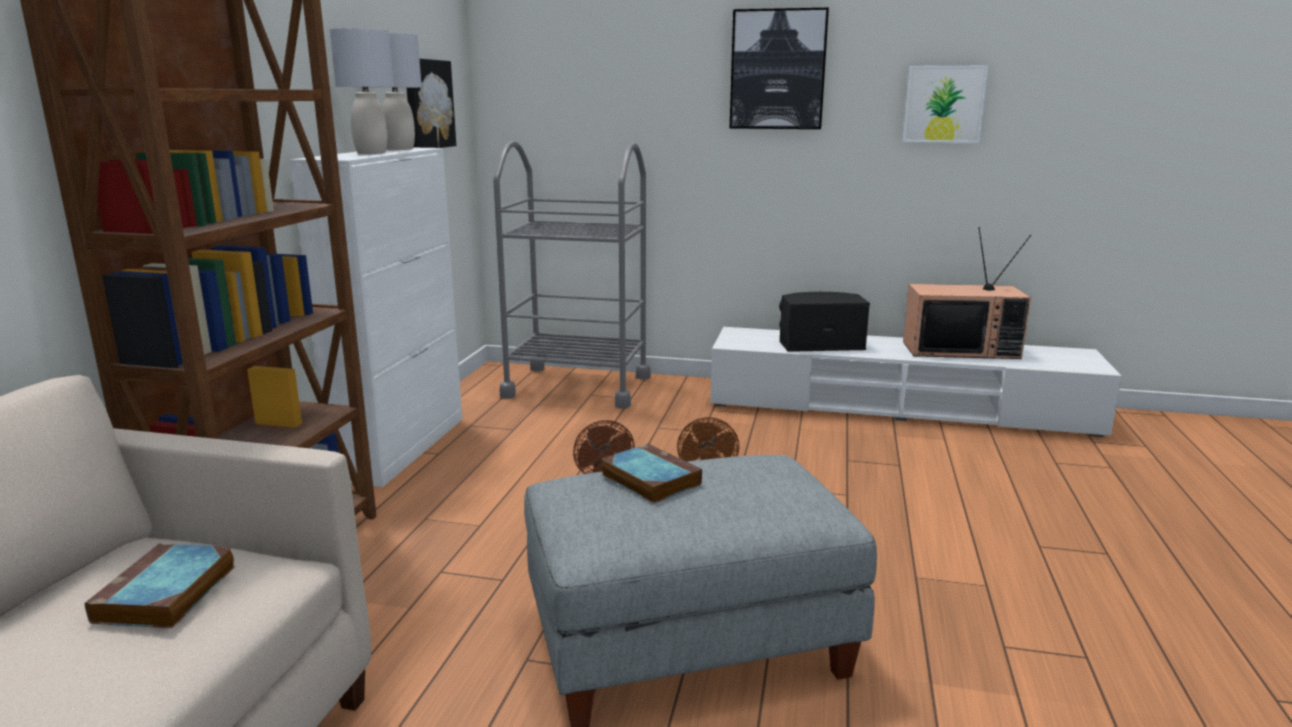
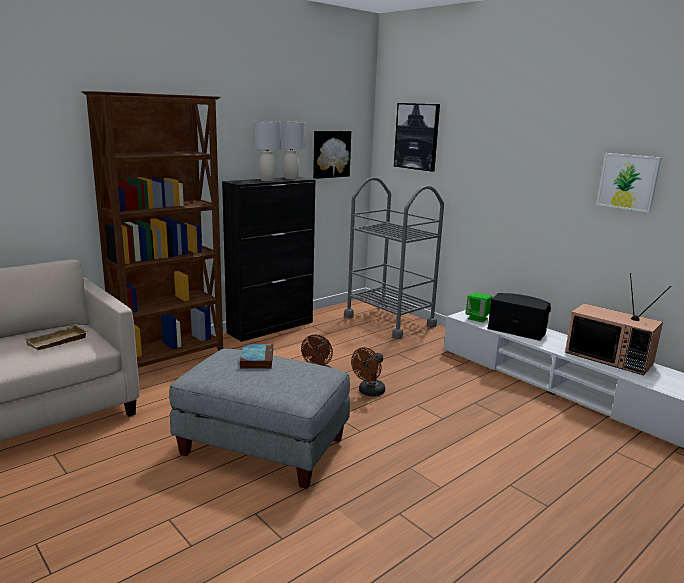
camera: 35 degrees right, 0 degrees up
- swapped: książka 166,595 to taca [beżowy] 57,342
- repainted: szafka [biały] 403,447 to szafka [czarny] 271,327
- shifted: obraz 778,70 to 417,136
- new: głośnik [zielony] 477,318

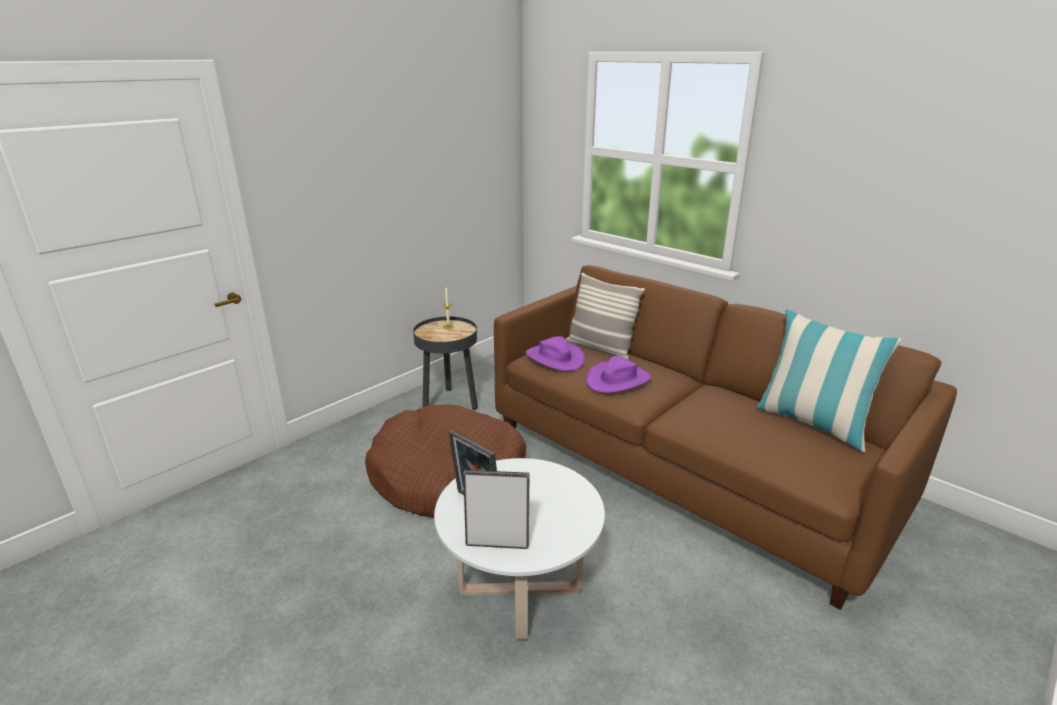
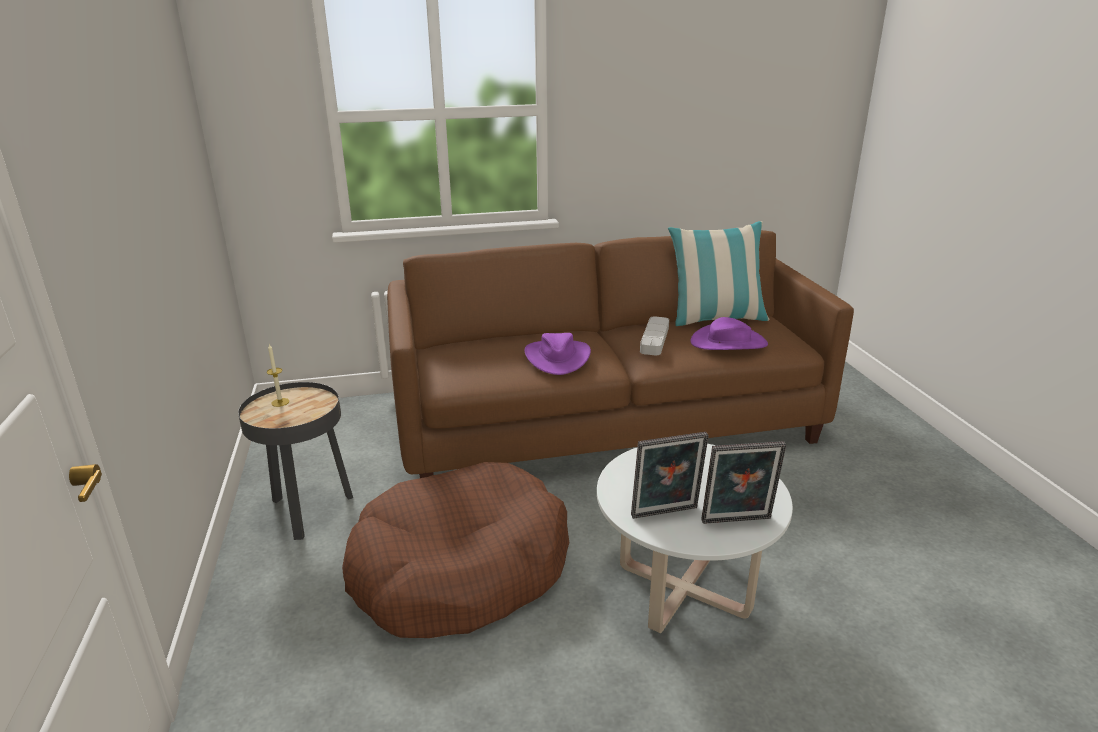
camera: 55 degrees left, 0 degrees up
- new: taca [szary] 654,339
- shifted: kapelusz [fioletowy] 554,358 to 728,343
- rotated: ramka na zdjęcie 497,542 = 737,522 135 degrees counterclockwise
- gone: poduszka 600,348

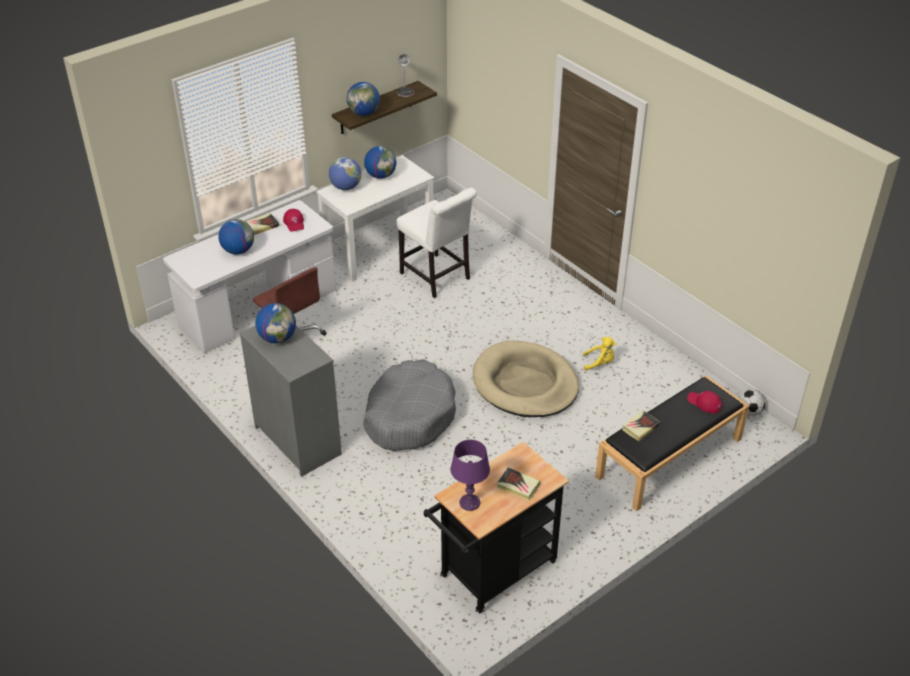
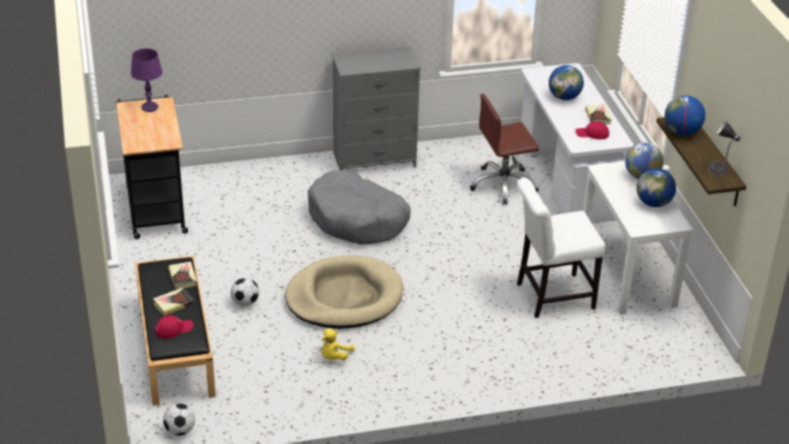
camera: 115 degrees right, 5 degrees down
- shifted: książka 518,486 to 173,304
- new: piłka futbolowa 245,303
- gone: globus 277,338

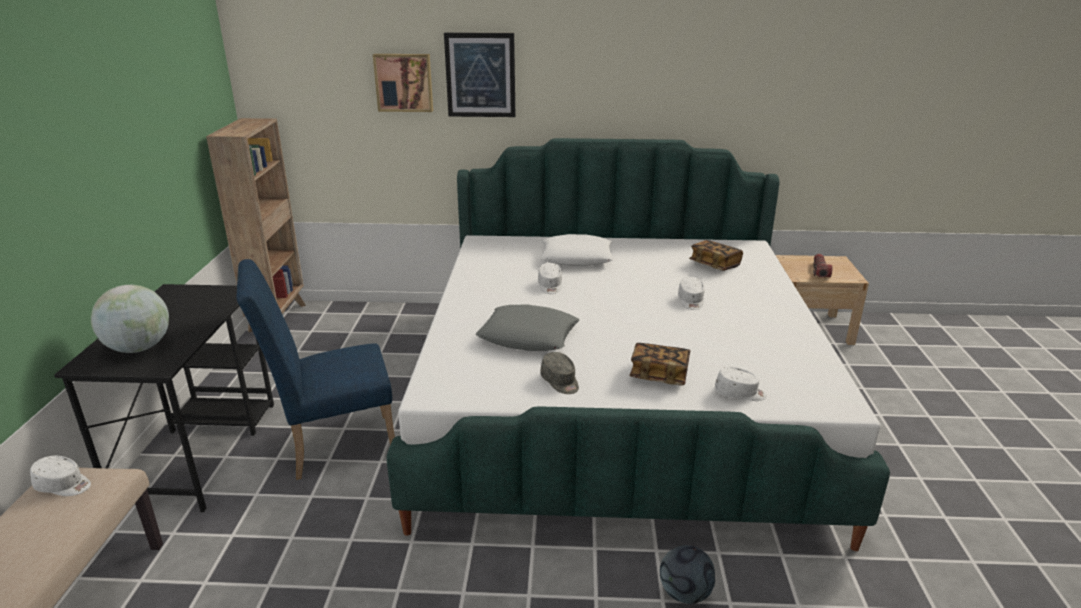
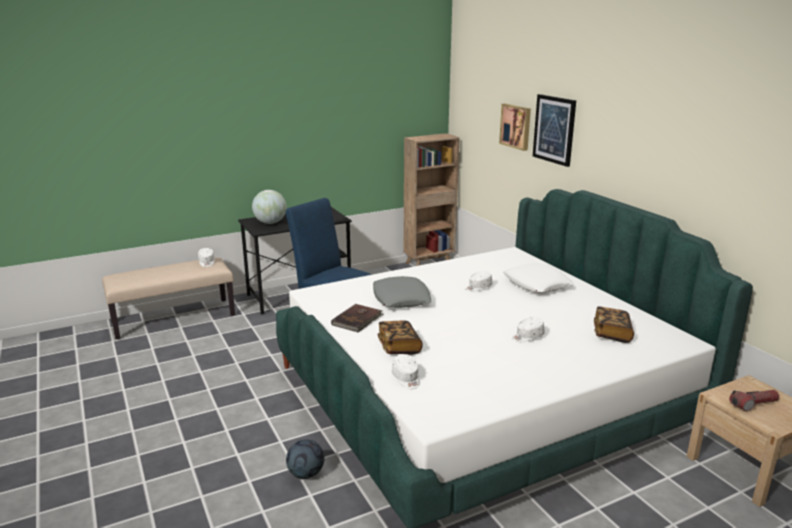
camera: 60 degrees right, 5 degrees down
- swapped: czapka z daszkiem [szary] 560,382 to książka [brązowy] 358,320

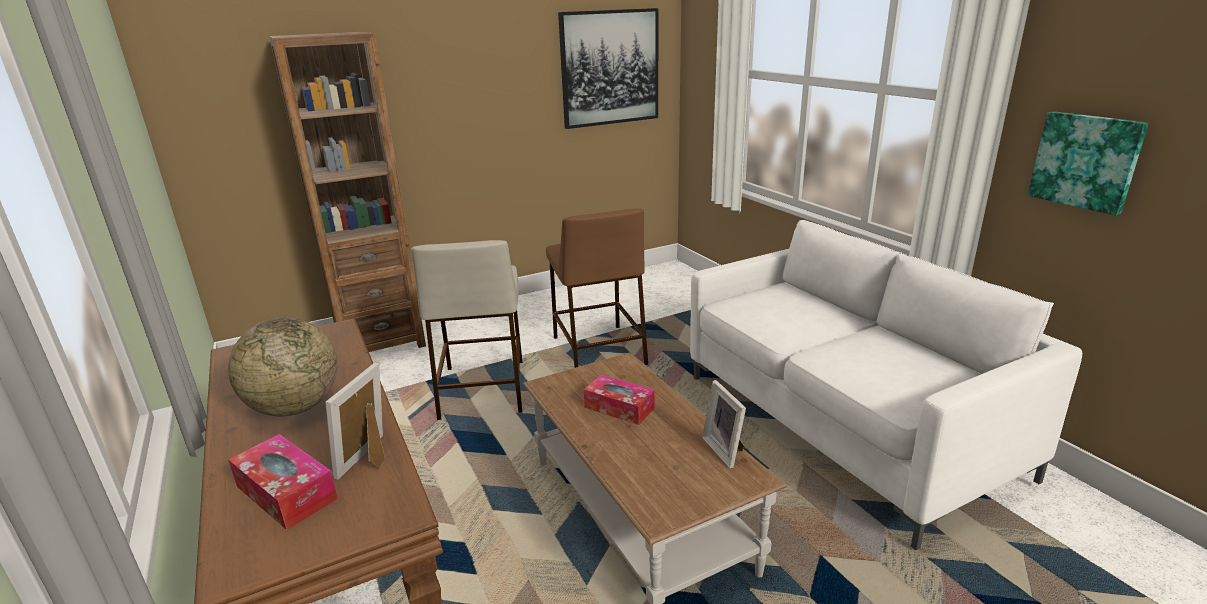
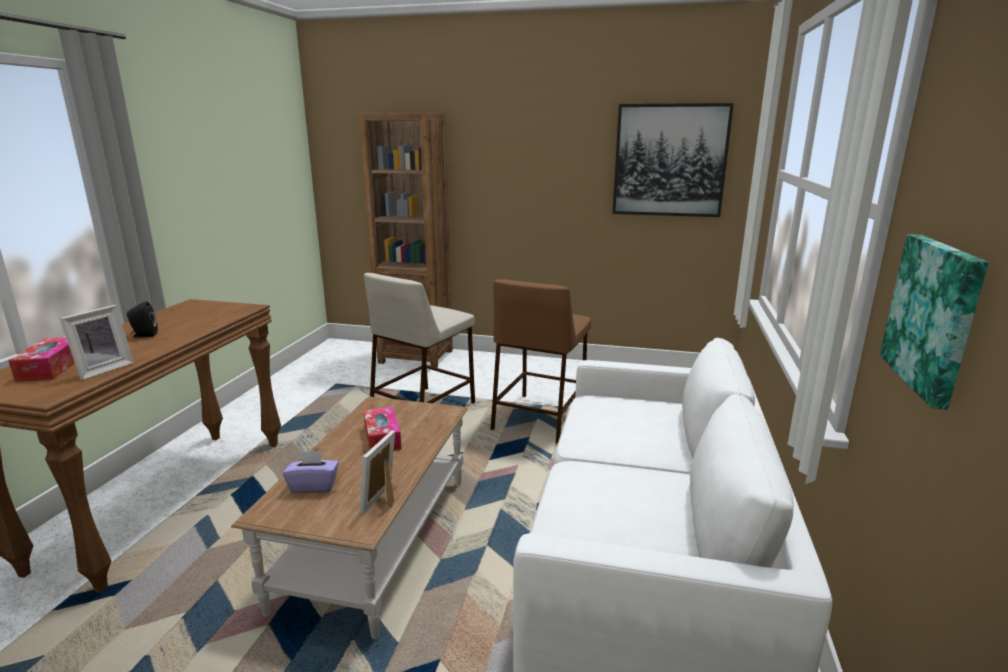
camera: 40 degrees right, 5 degrees down
- rotated: ramka na zdjęcie 371,458 = 102,369 150 degrees clockwise
- swapped: globus 295,407 to głośnik [czarny] 144,335
- new: pudełko chusteczek [fioletowy] 314,486

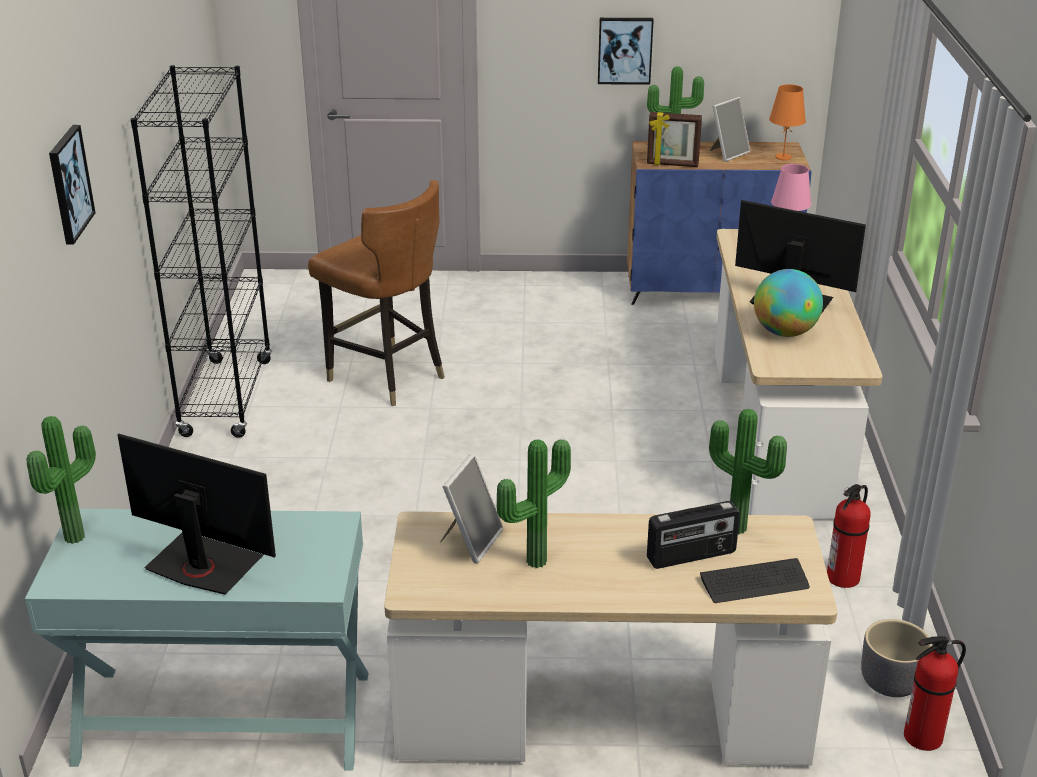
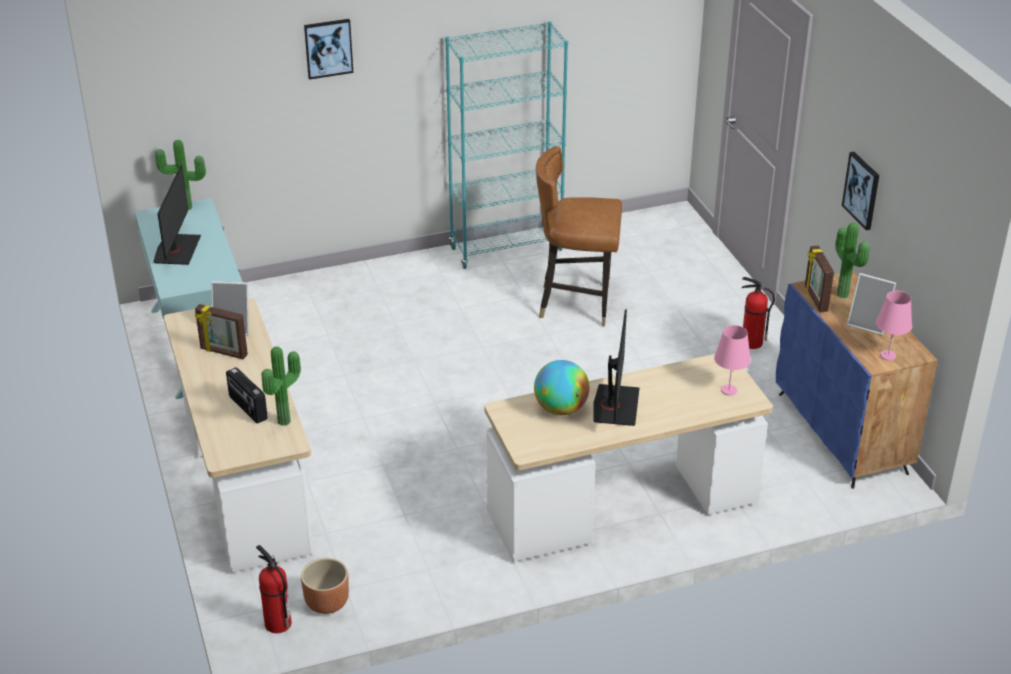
camera: 70 degrees right, 5 degrees up
- swapped: roślina doniczkowa 533,560 to ramka na zdjęcie 223,352
- repainted: donica [szary] 891,683 to donica [brązowy] 327,603
- repainted: regał [czarny] 227,398 to regał [turkusowy] 506,249
- rotated: krzesło [brązowy] 386,376 = 577,304 75 degrees clockwise
- shifted: gaśnica 843,578 to 751,342
- repainted: lampa stołowa [pomarańczowy] 783,157 to lampa stołowa [różowy] 888,356
- gone: klawiatura 754,583

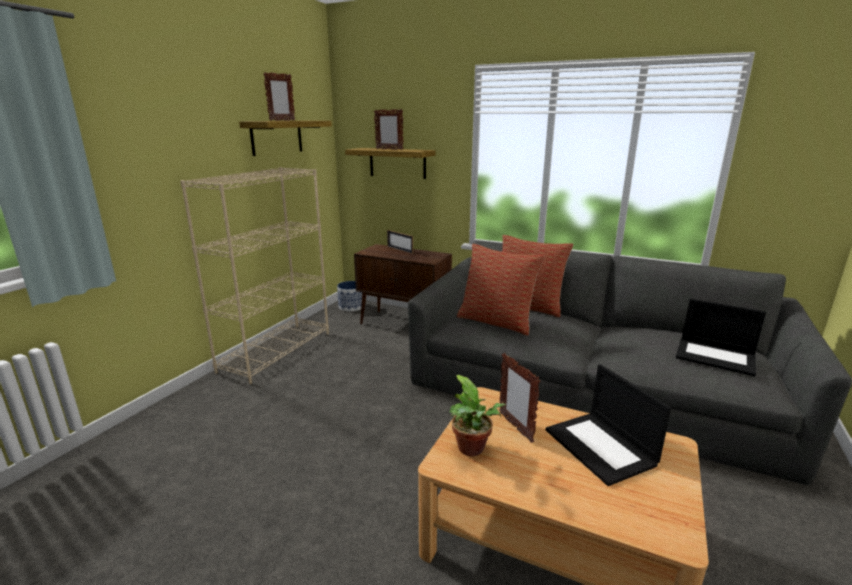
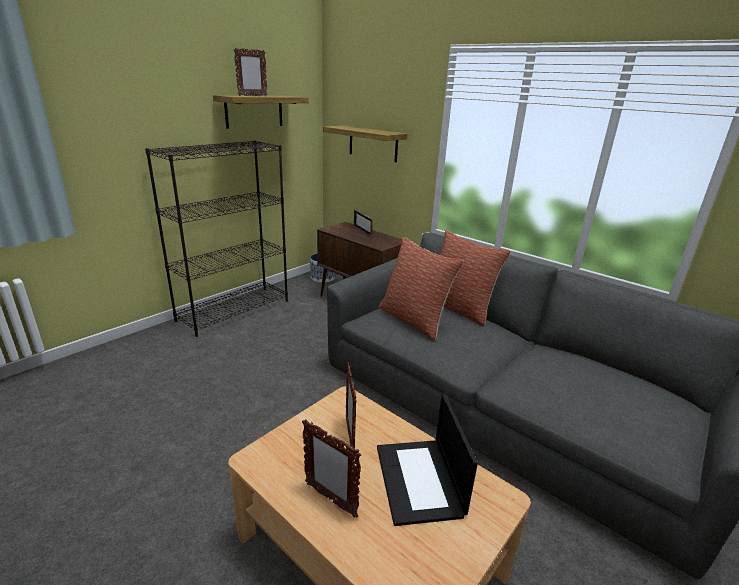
camera: 15 degrees right, 5 degrees up
- repainted: regał [beżowy] 276,351 to regał [czarny] 234,310
- shifted: ramka na zdjęcie 389,149 to 330,499
- gone: roślina doniczkowa 473,450
- gone: laptop 716,356

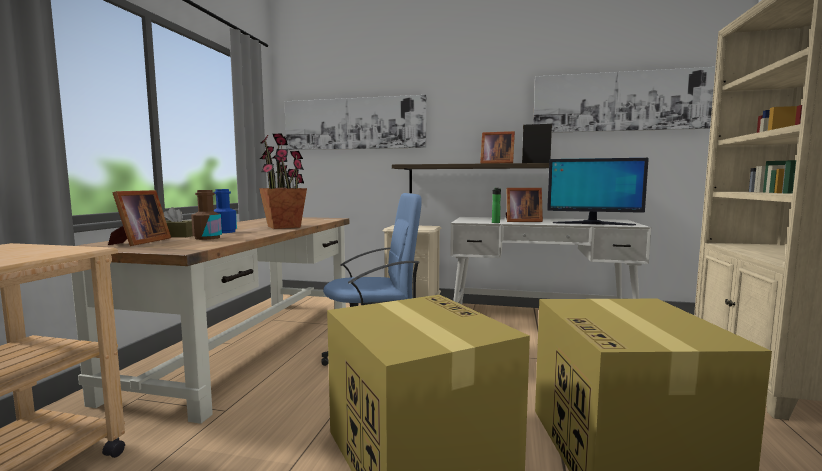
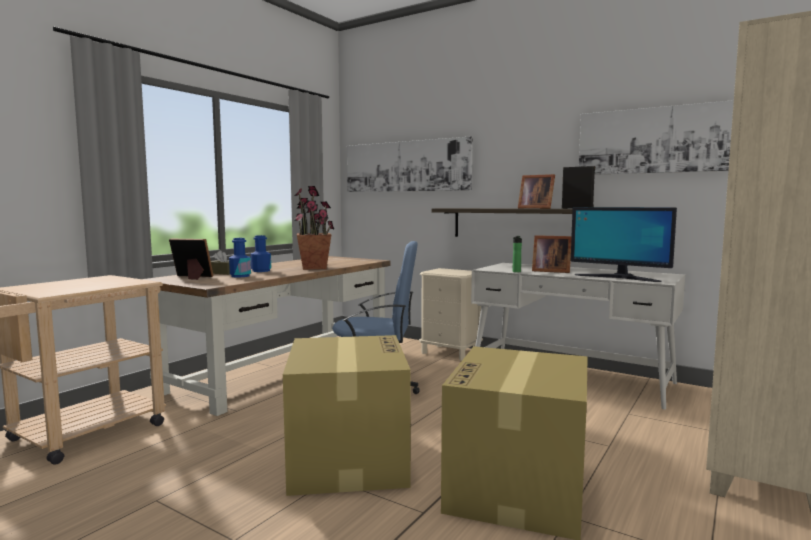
camera: 20 degrees right, 0 degrees up
- rotated: ramka na zdjęcie 139,242 = 191,277 105 degrees counterclockwise
- repainted: butelka [brązowy] 207,238 to butelka [niebieski] 240,276

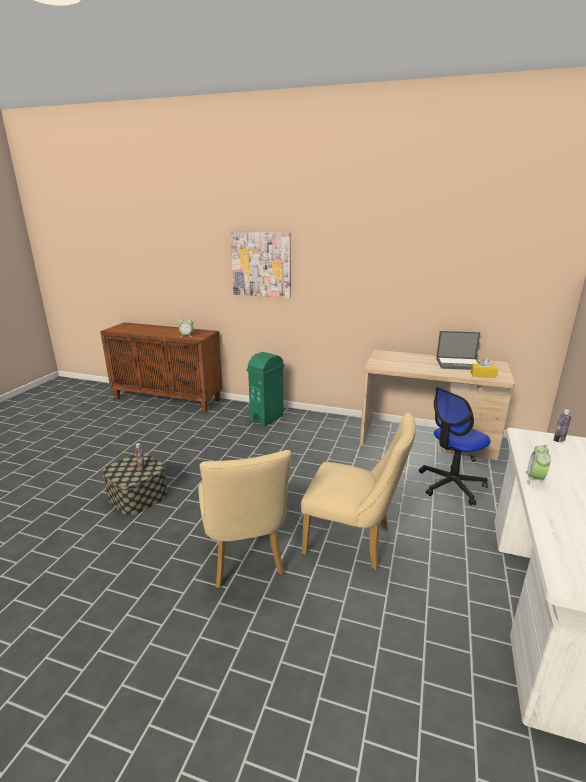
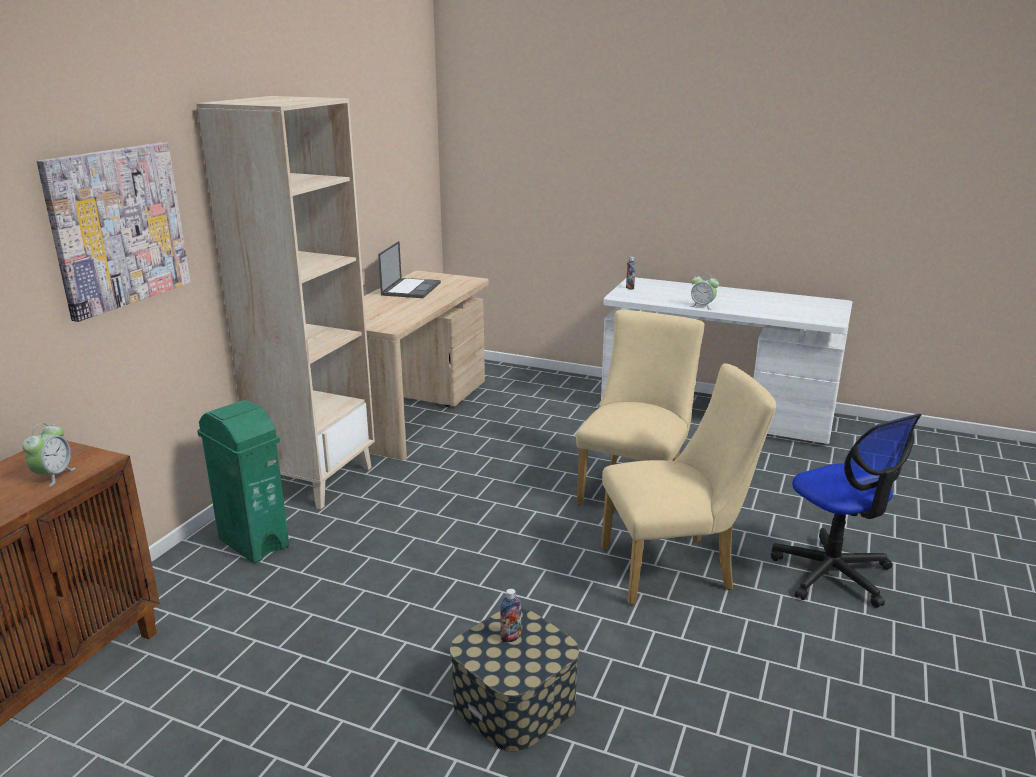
camera: 85 degrees left, 0 degrees up
- new: regał [beżowy] 316,479
- shifted: krzesło biurowe 451,485 to 832,574
- gone: pudełko chusteczek [żółty] 482,375

